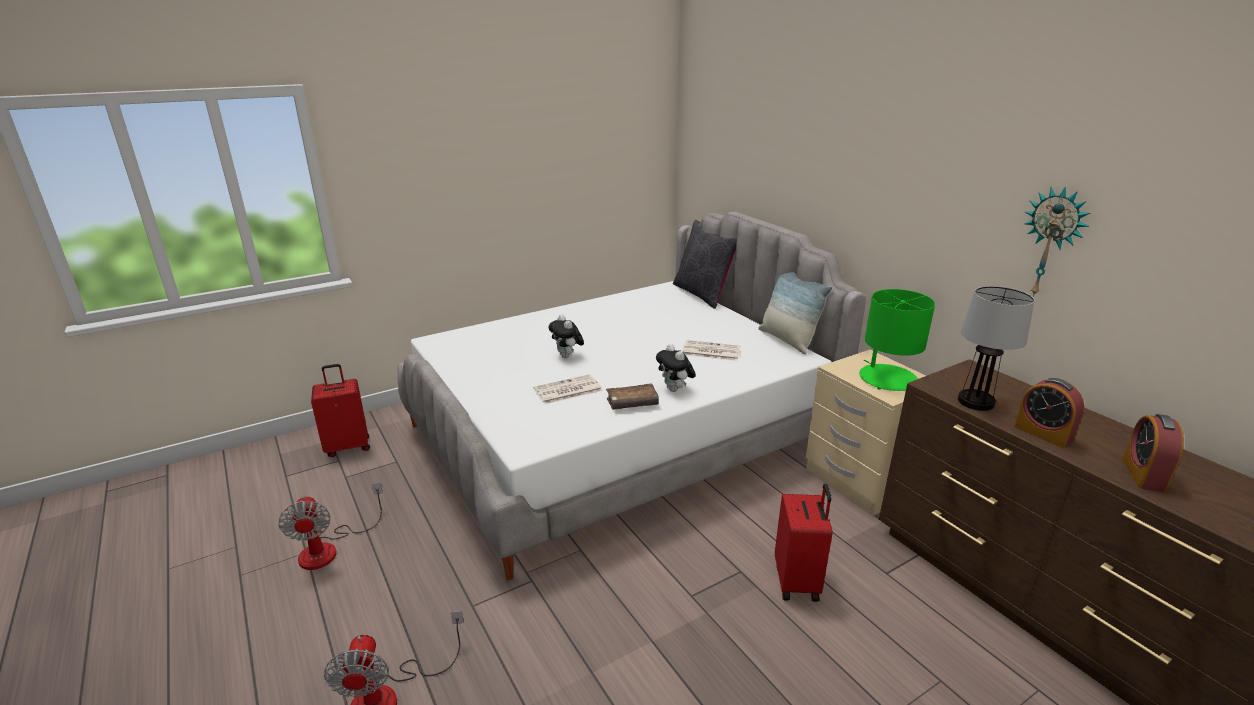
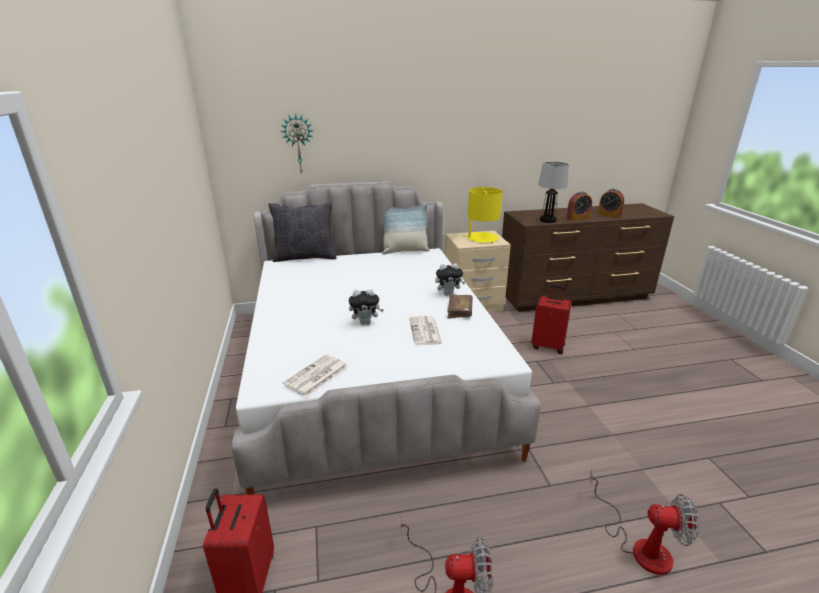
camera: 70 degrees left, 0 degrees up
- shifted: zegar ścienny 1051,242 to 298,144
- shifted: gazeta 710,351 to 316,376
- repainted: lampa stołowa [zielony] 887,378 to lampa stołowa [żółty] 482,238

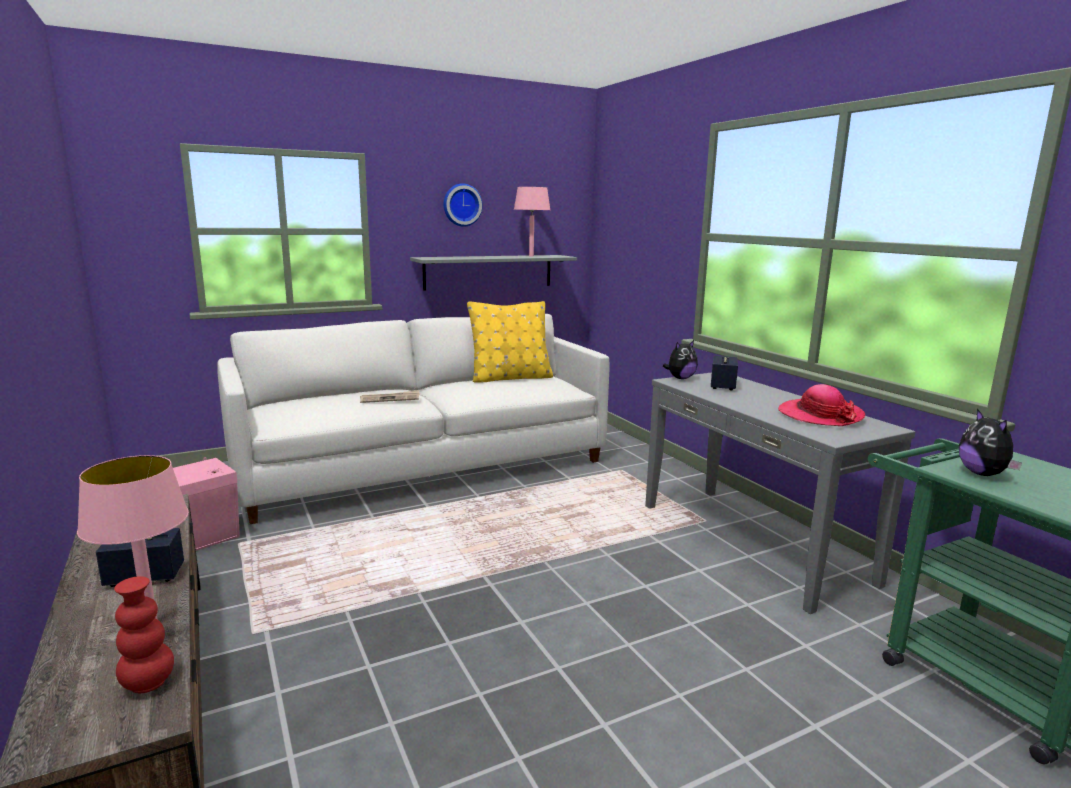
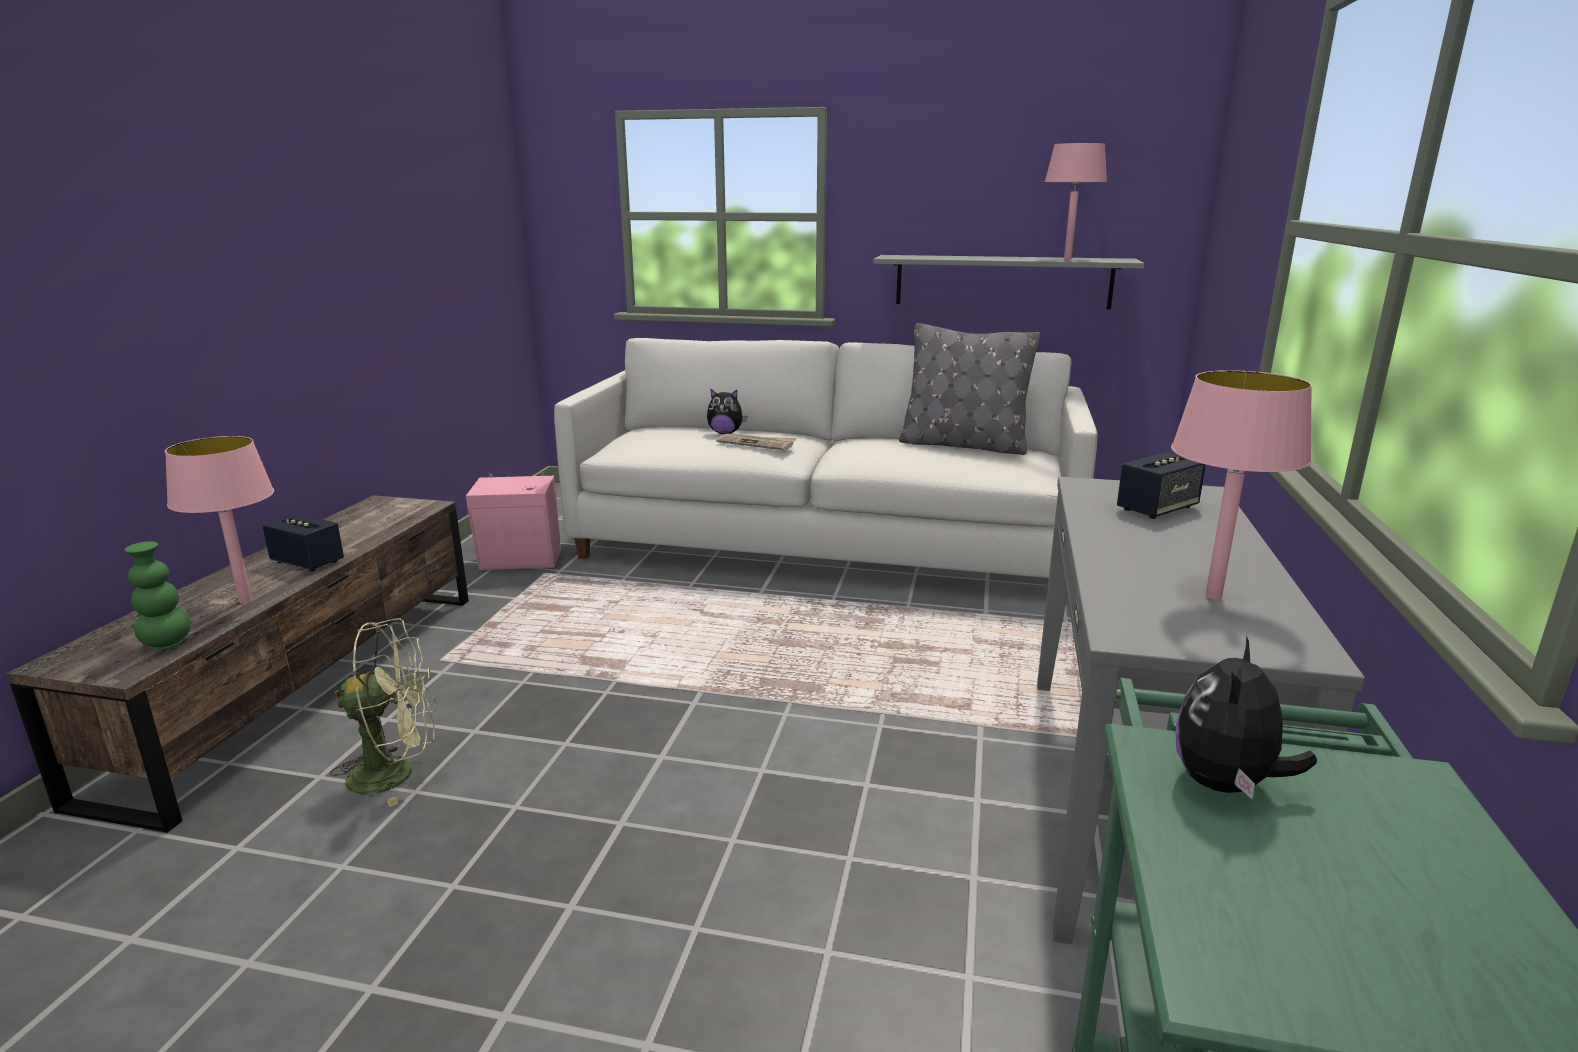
camera: 40 degrees right, 5 degrees up
- repainted: wazon [czerwony] 148,684 to wazon [zielony] 167,644
- new: wentylator [zielony] 396,773
- shifted: pluszak 680,378 to 725,433
- repainted: poduszka [żółty] 510,378 to poduszka [szary] 963,445
- swapped: kapelusz 820,415 to lampa stołowa [różowy] 1213,595
- gone: zegar ścienny 461,205

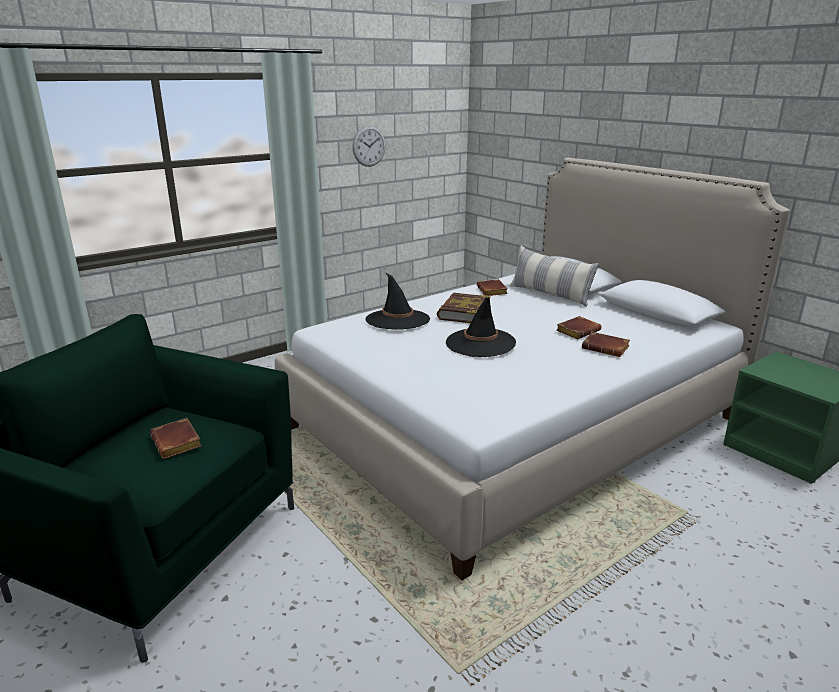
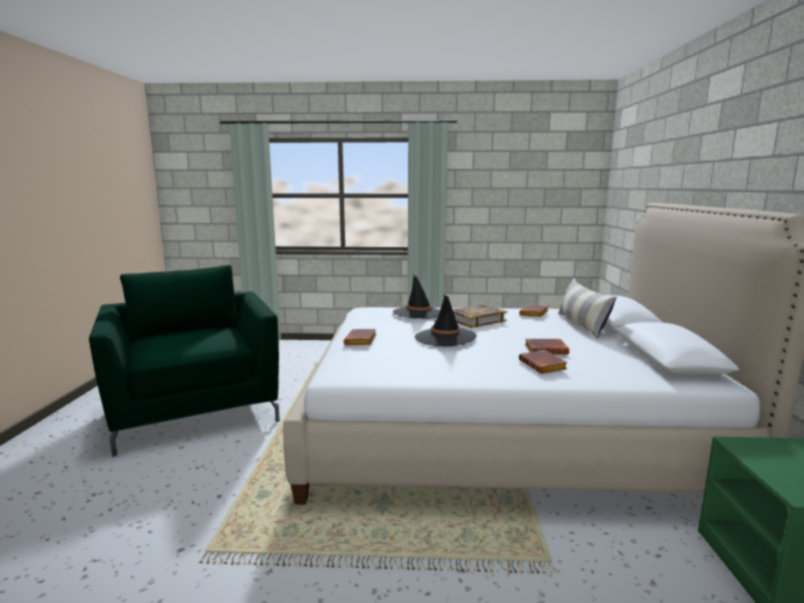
camera: 40 degrees right, 10 degrees down
- shifted: książka [brązowy] 178,443 to 361,341
- gone: zegar ścienny 369,146

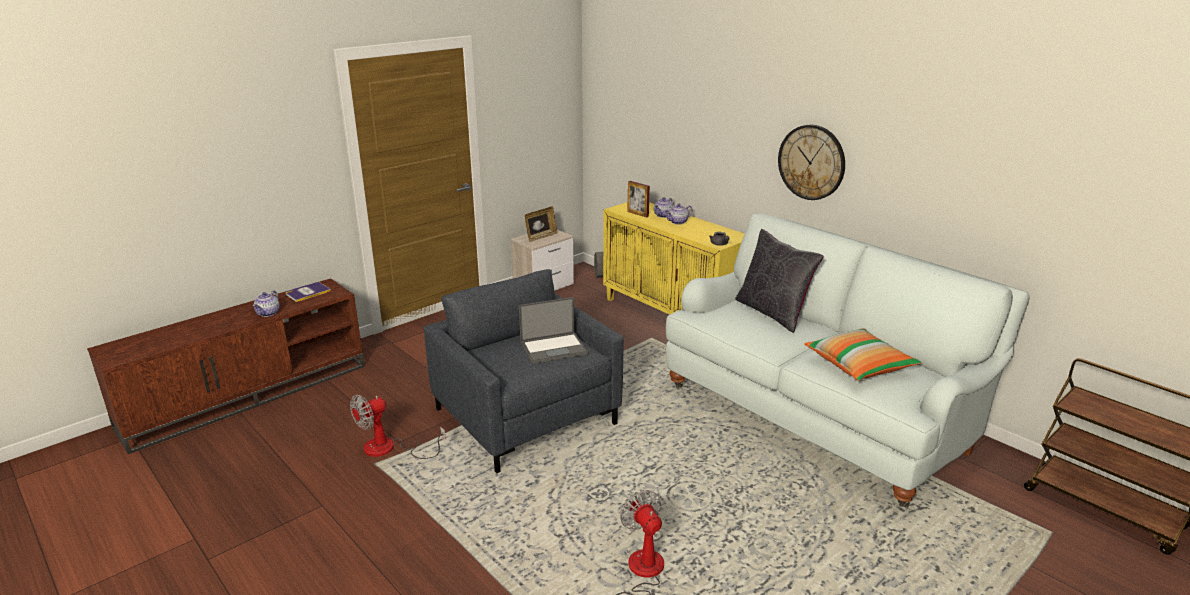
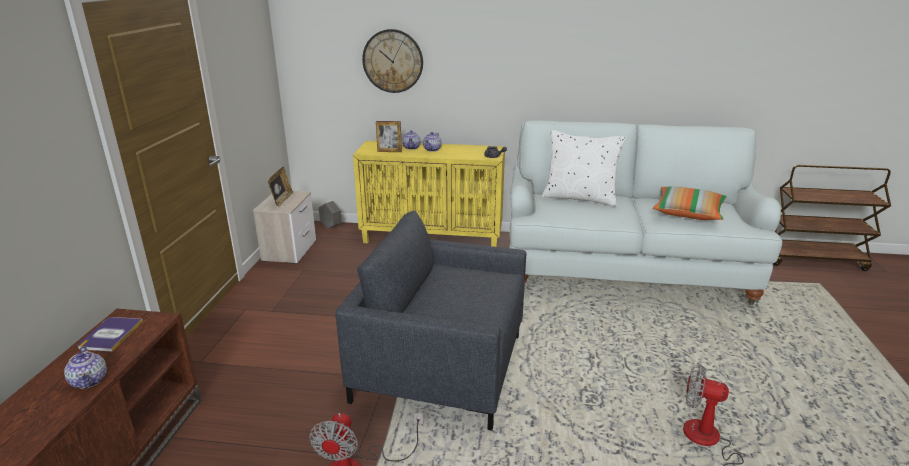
camera: 40 degrees left, 0 degrees up
- shifted: zegar ścienny 811,162 to 393,61
- repainted: poduszka [czarny] 773,313 to poduszka [biały] 579,198
- gone: laptop 554,348

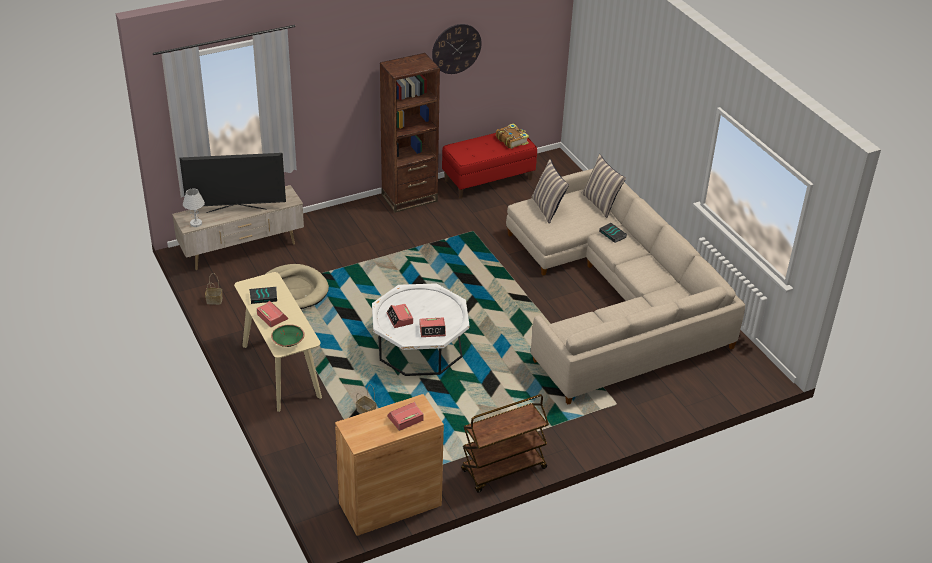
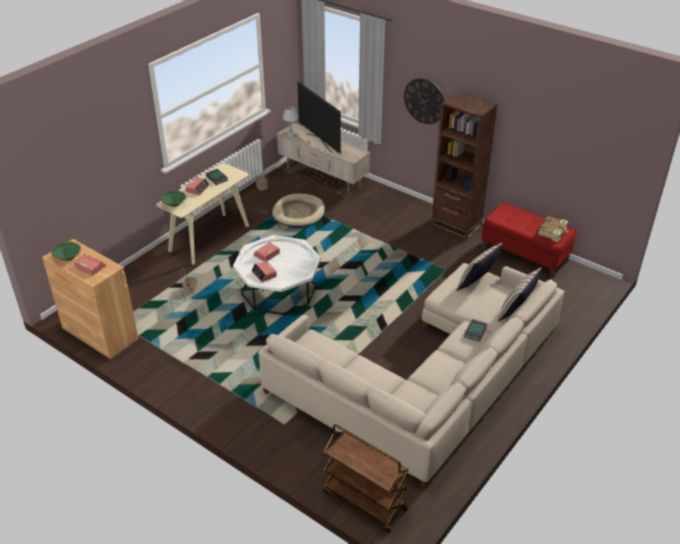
camera: 65 degrees right, 0 degrees up
- new: miska [zielony] 68,257
- shifted: wózek [brązowy] 503,470 to 364,501
- shifted: zegar ścienny 456,48 to 424,101

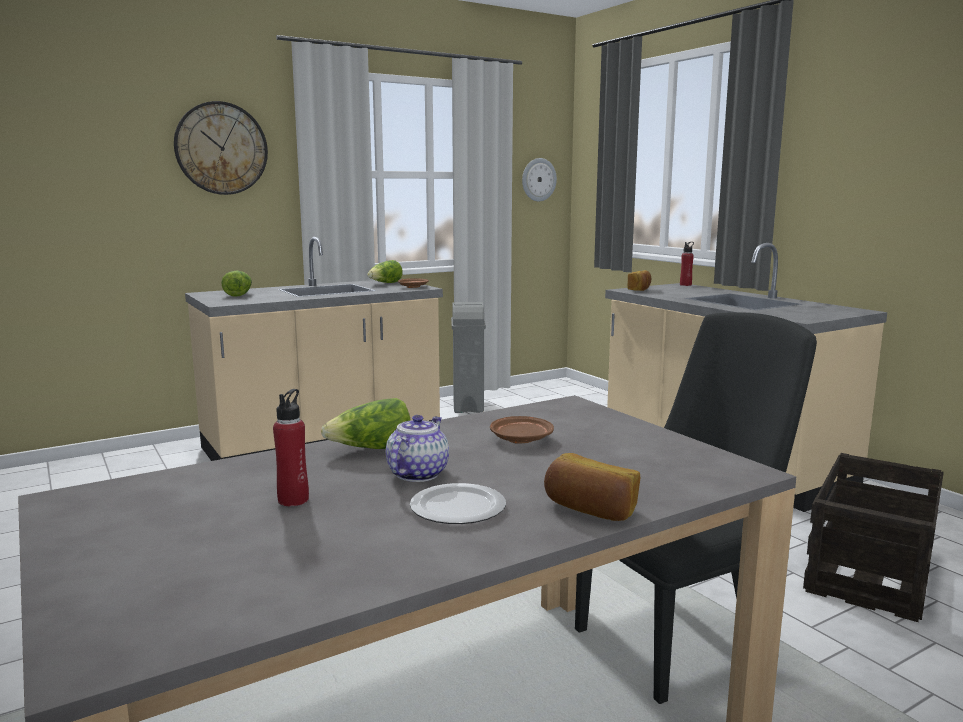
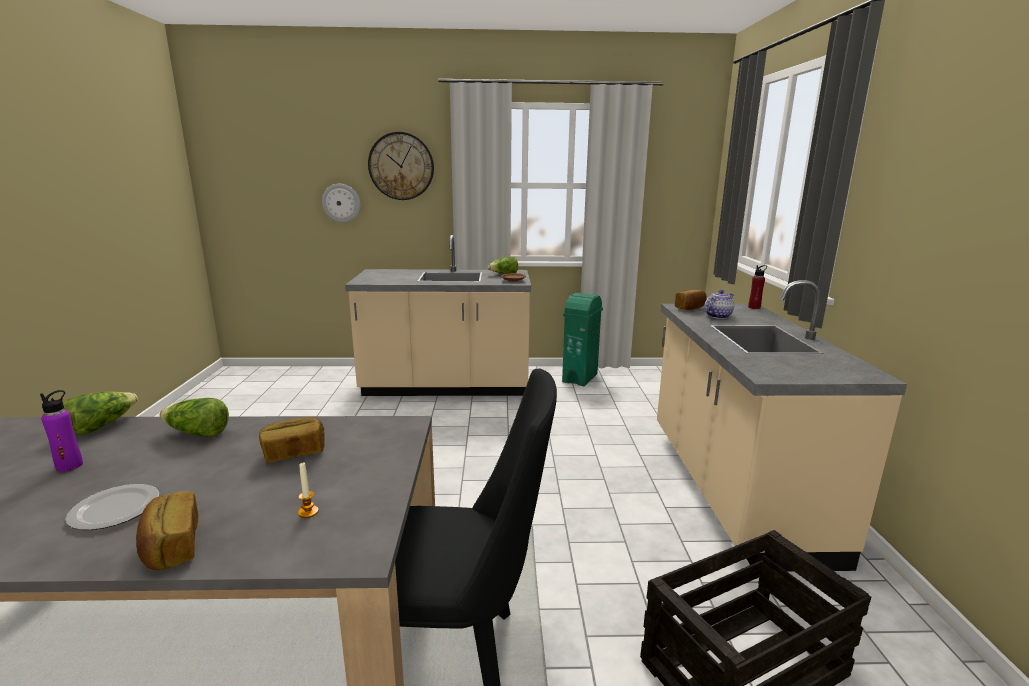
camera: 30 degrees right, 5 degrees up
- repainted: butelka [czerwony] 293,500 to butelka [fioletowy] 69,466
- shifted: sałata 238,294 to 102,426
- swapped: talerz [brązowy] 520,439 to chleb 294,453
- new: świeca 308,512
- shifted: zegar ścienny 538,179 to 341,203
- repainted: kosz na śmieci [szary] 468,406 to kosz na śmieci [zielony] 580,378
- shifted: imbryk 418,473 to 717,316

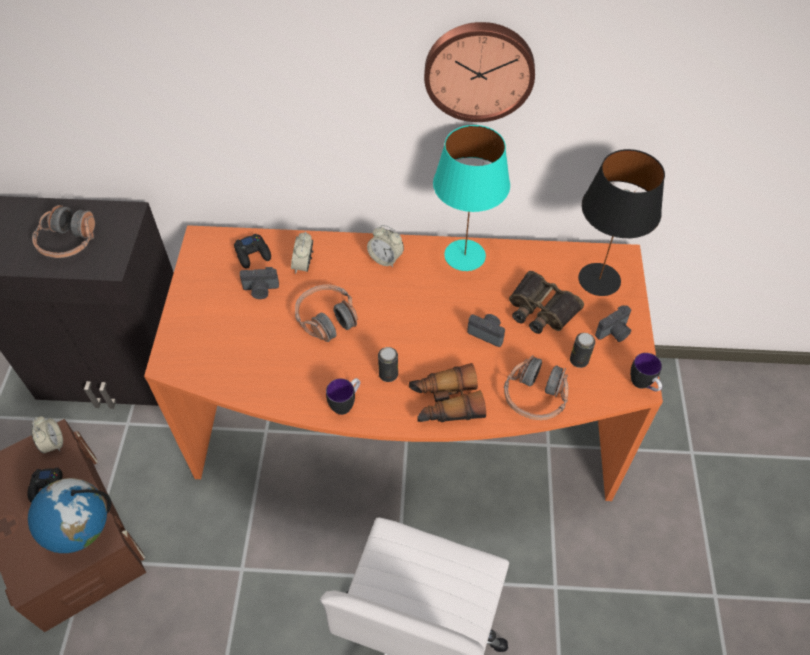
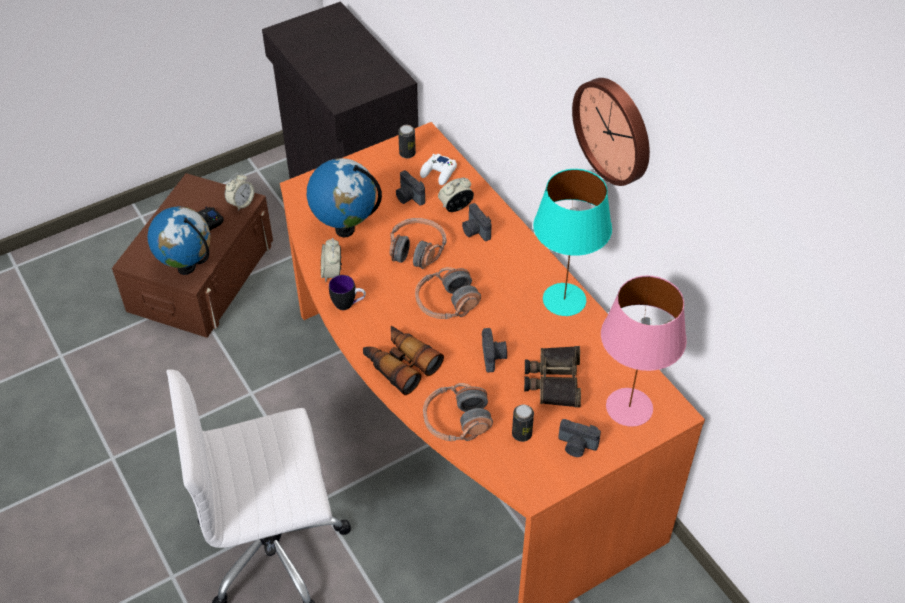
camera: 55 degrees right, 5 degrees down
- new: globus 345,229
- shifted: budzik 385,259 to 332,273
- shifted: puszka 388,374 to 407,153
- shifted: słuchawki 68,241 to 446,302
- repainted: pad do gier [czarny] 253,254 to pad do gier [biały] 439,173
- new: aparat fotograficzny 475,231
- repainted: lampa stołowa [czarny] 599,279 to lampa stołowa [różowy] 630,407
- gone: kubek 643,385

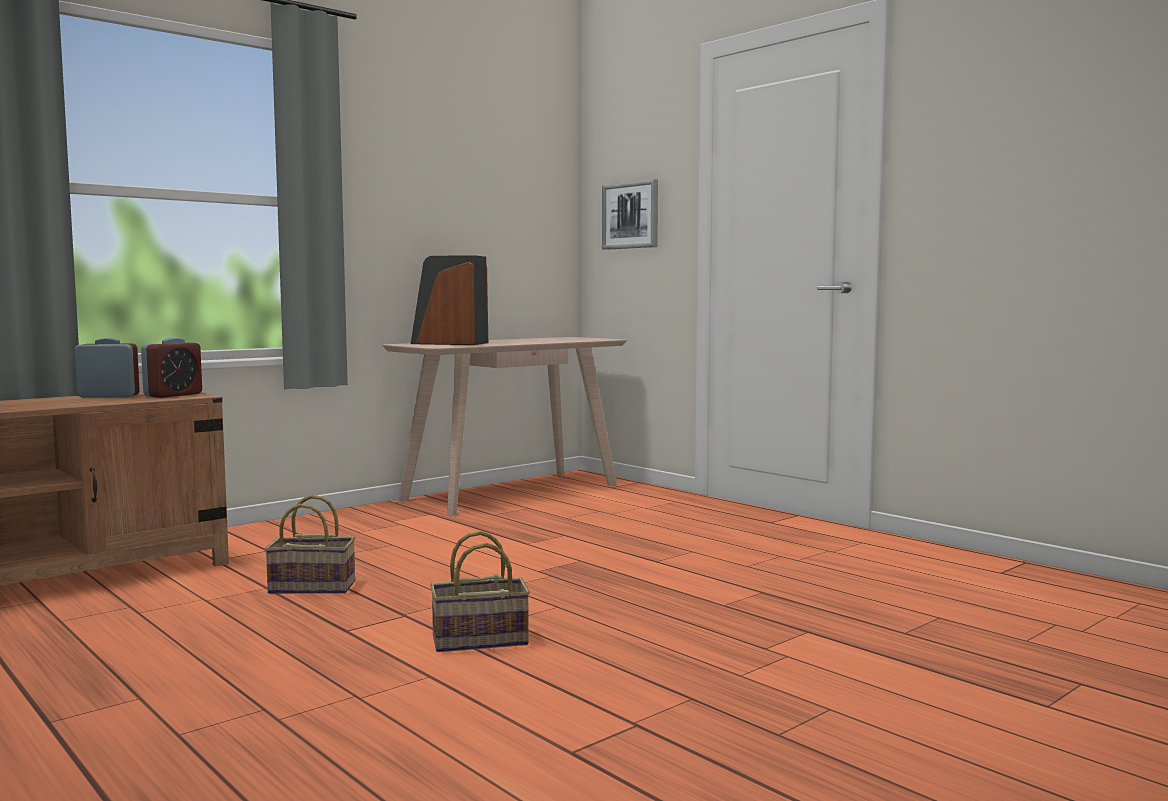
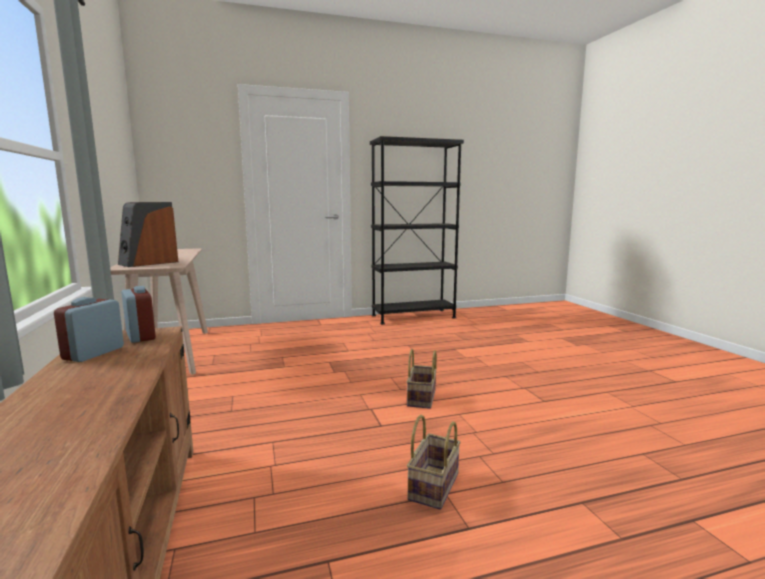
camera: 65 degrees left, 5 degrees up
- new: regał [czarny] 413,316
- shifted: koszyk 314,587 to 433,485
- gone: obraz 630,215

